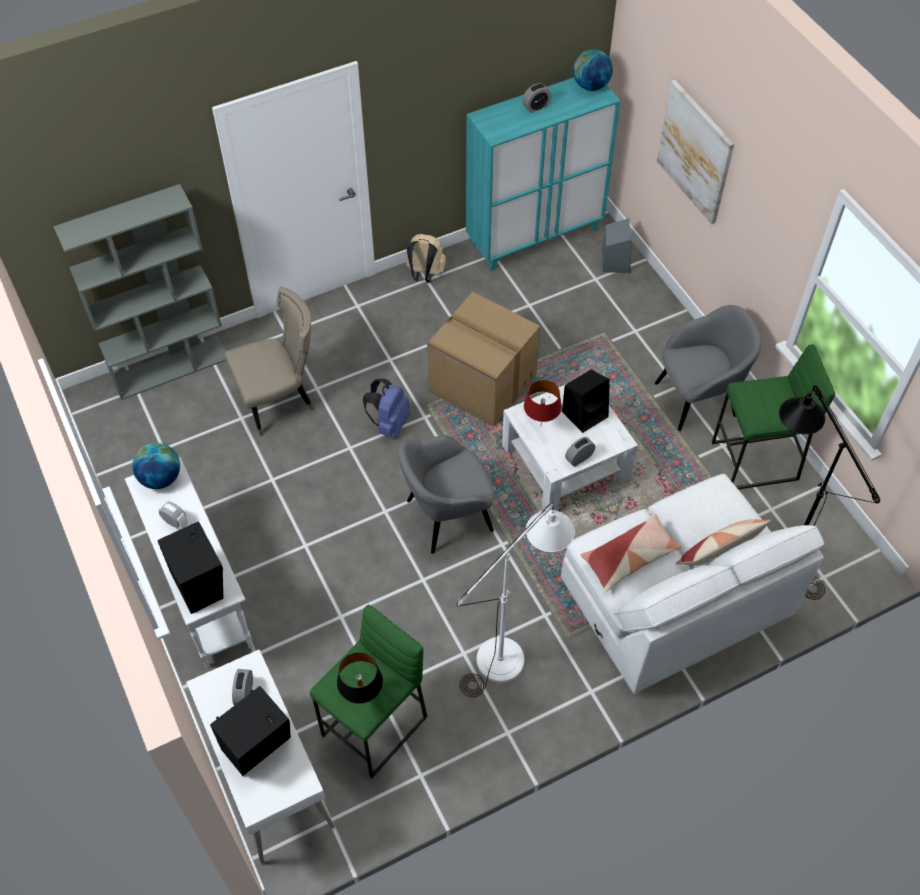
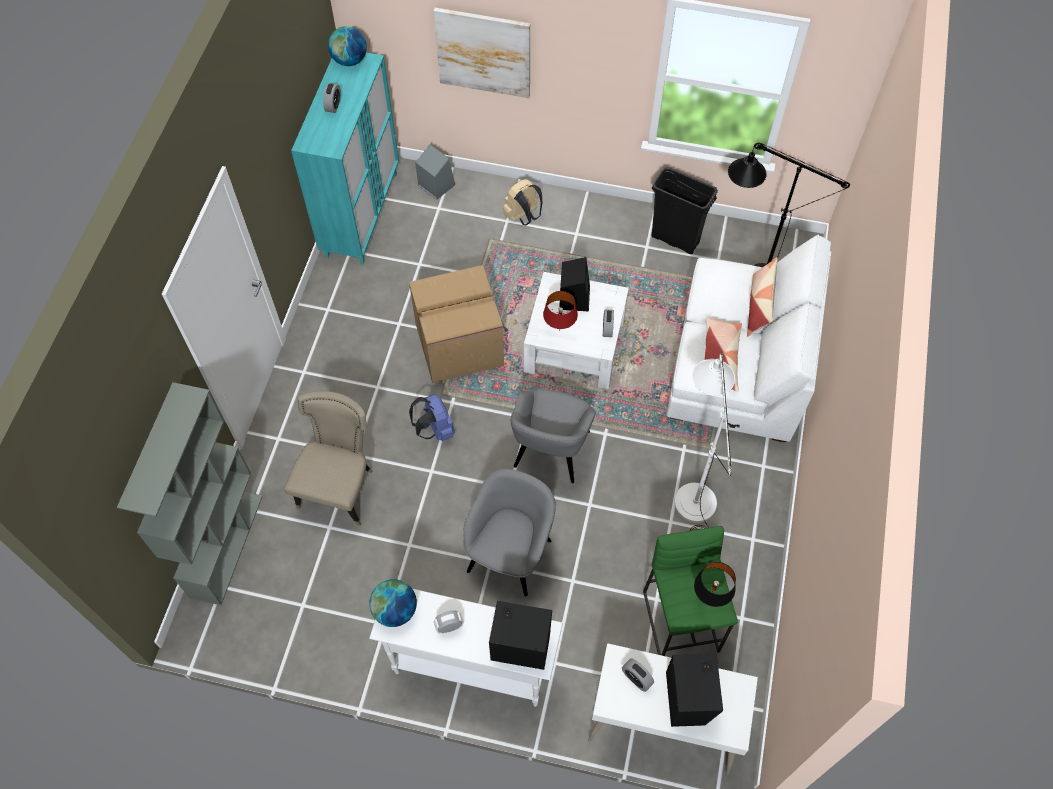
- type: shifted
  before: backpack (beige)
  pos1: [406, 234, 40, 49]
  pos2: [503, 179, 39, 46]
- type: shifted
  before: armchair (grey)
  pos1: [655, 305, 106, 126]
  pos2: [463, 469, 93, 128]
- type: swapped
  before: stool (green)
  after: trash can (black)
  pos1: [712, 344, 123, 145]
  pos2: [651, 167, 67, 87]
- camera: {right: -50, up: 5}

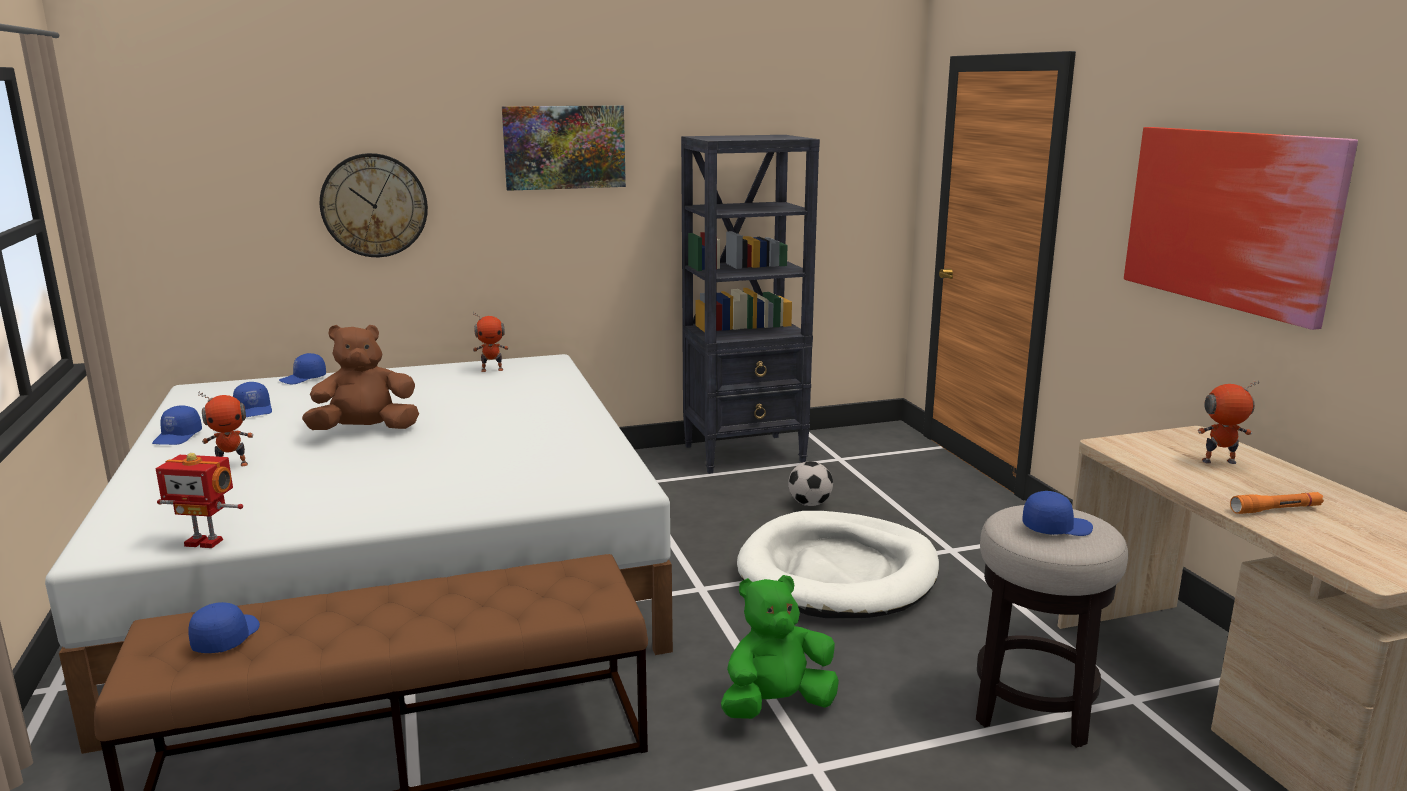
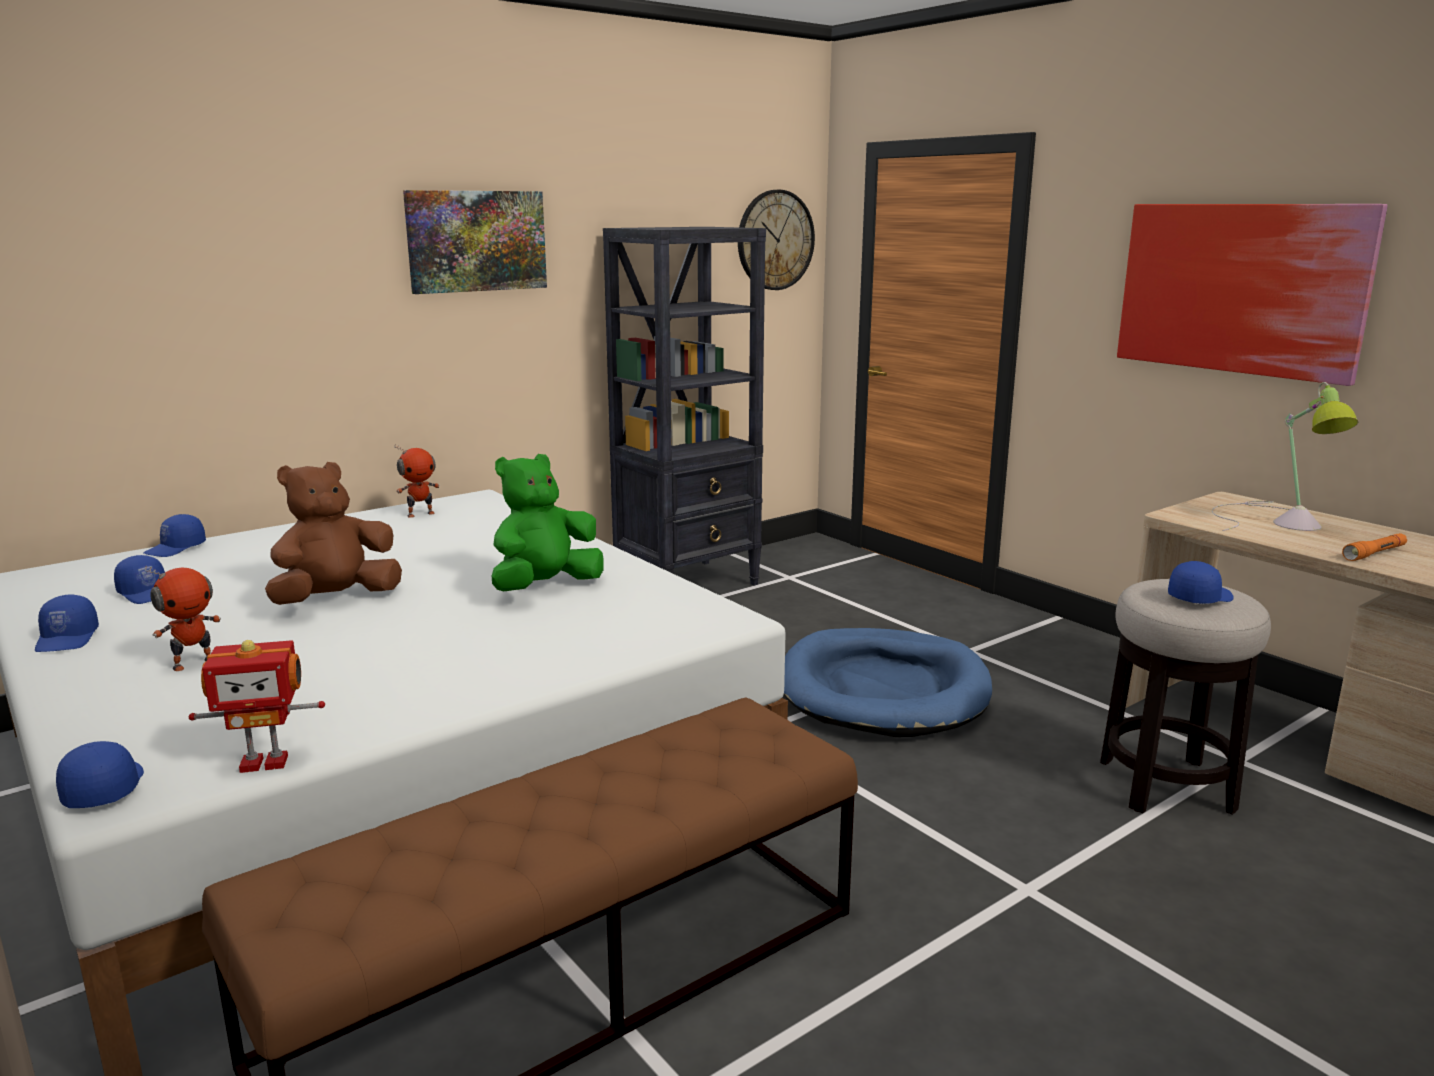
- type: shifted
  before: cap (blue)
  pos1: [188, 602, 72, 51]
  pos2: [56, 741, 88, 67]
- type: shifted
  before: wall clock
  pos1: [320, 153, 108, 104]
  pos2: [738, 190, 77, 100]
- type: shifted
  before: plush toy (green)
  pos1: [721, 575, 118, 144]
  pos2: [492, 454, 112, 137]
- type: repainted
  before: dog bed (white)
  after: dog bed (blue)
  pos1: [737, 511, 202, 107]
  pos2: [784, 628, 208, 109]
- type: gone
  before: football
  pos1: [788, 461, 45, 45]
- type: swapped
  before: toy robot
  after: table lamp
  pos1: [1198, 381, 61, 83]
  pos2: [1212, 382, 146, 149]
- camera: {right: -20, up: 0}

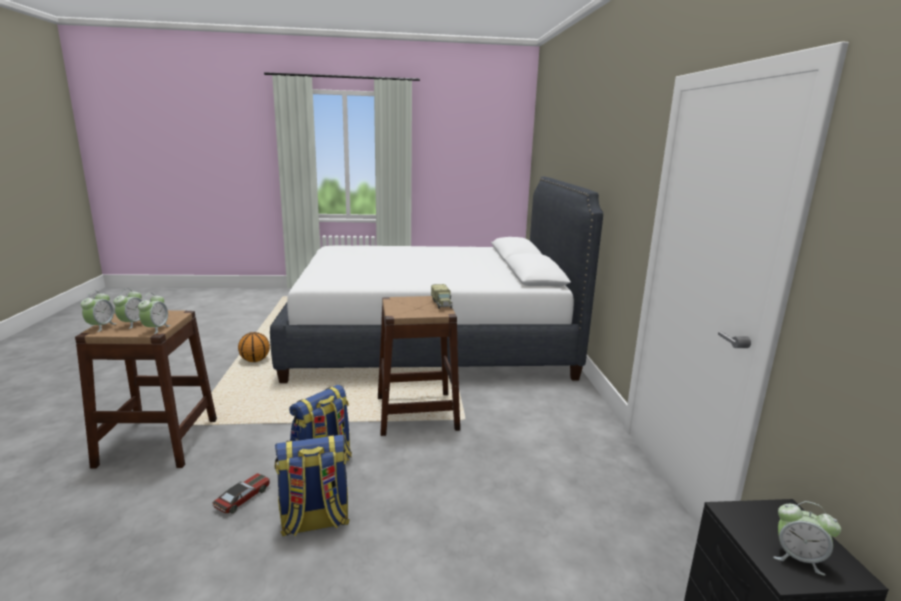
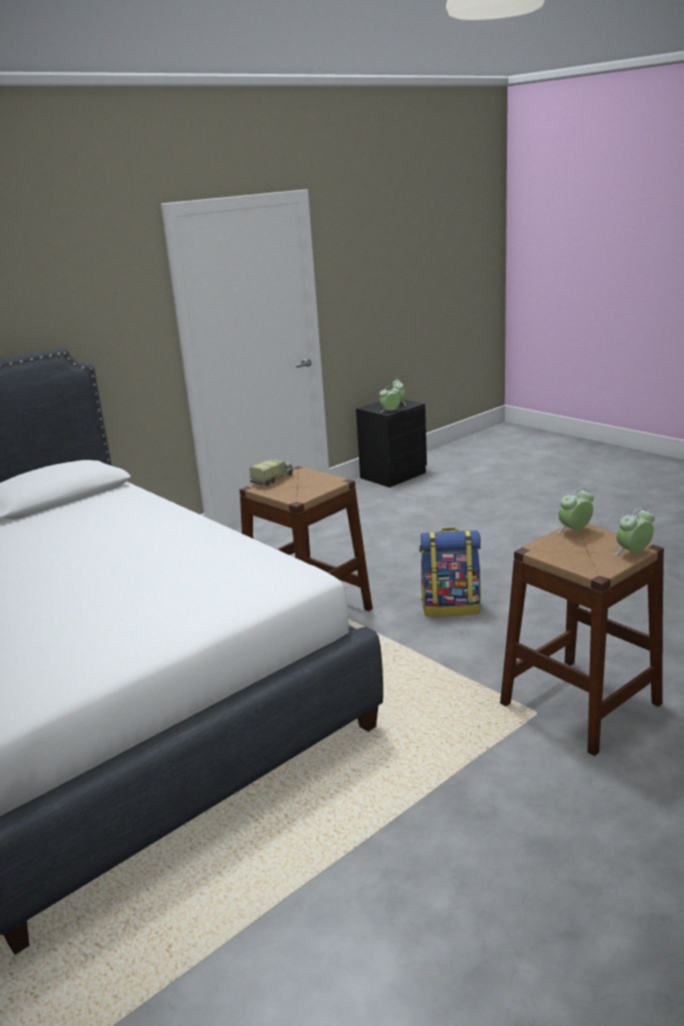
- type: shifted
  before: alarm clock
  pos1: [113, 288, 29, 41]
  pos2: [379, 385, 21, 27]
- type: gone
  before: toy car
  pos1: [212, 473, 58, 40]
- type: gone
  before: basketball
  pos1: [238, 332, 32, 30]
- type: gone
  before: backpack
  pos1: [275, 435, 75, 101]
- camera: {right: -125, up: 5}

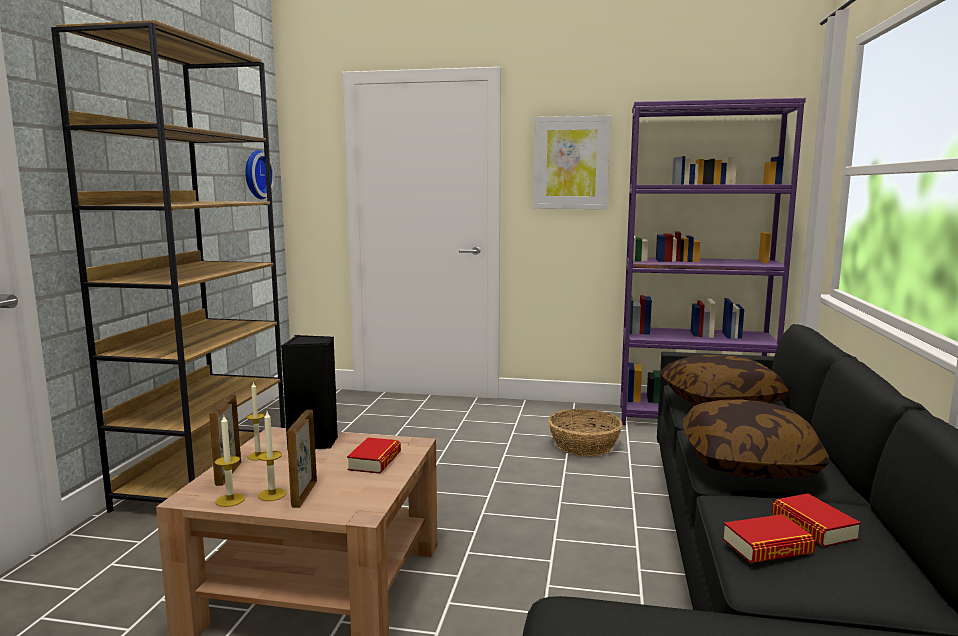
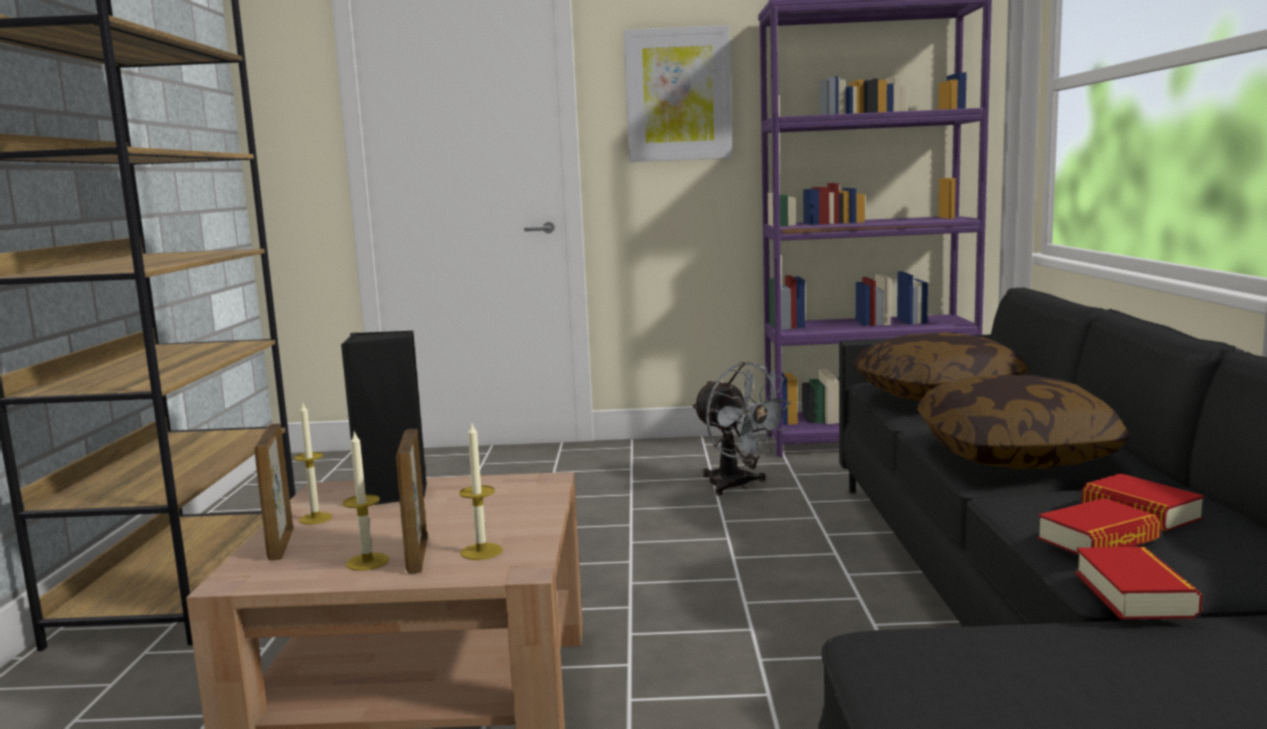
- type: shifted
  before: candle
  pos1: [215, 416, 30, 91]
  pos2: [459, 421, 44, 139]
- type: gone
  before: wall clock
  pos1: [245, 150, 30, 49]
- type: shifted
  before: book
  pos1: [347, 438, 54, 36]
  pos2: [1075, 547, 128, 73]
- type: swapped
  before: basket
  after: fan (grey)
  pos1: [548, 409, 74, 48]
  pos2: [692, 362, 99, 134]
- camera: {right: -10, up: 0}

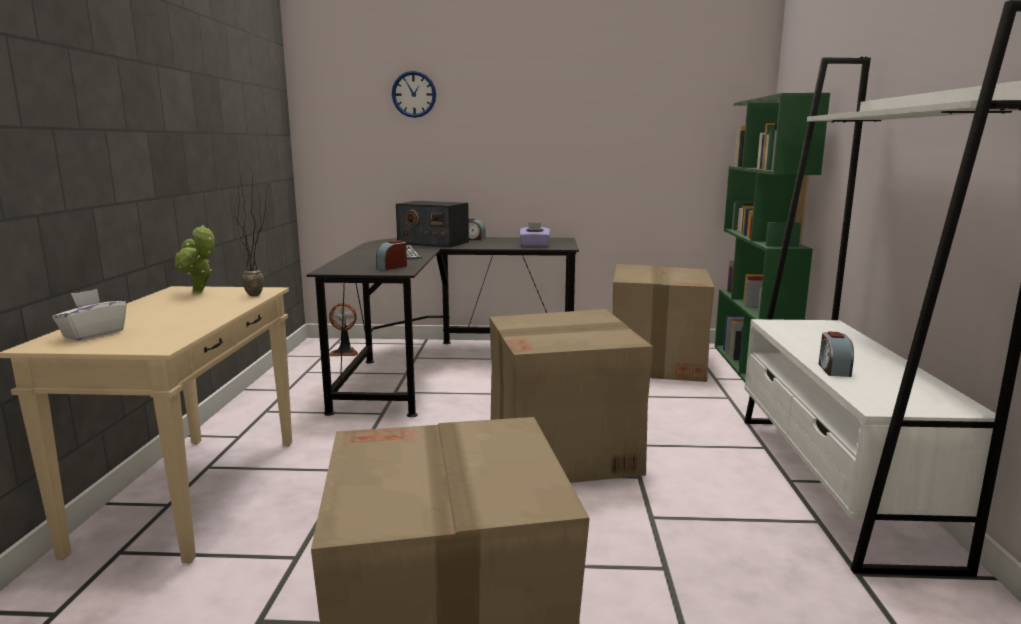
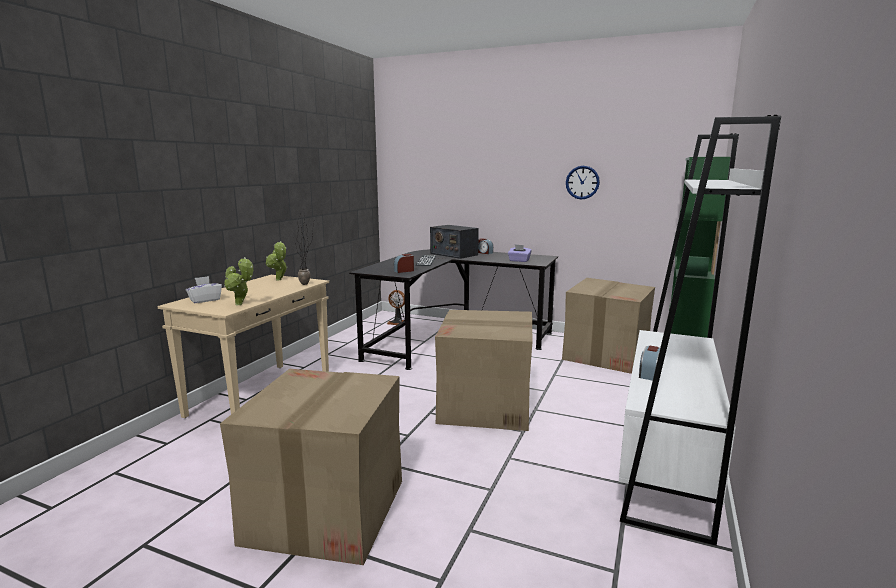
- type: shifted
  before: wall clock
  pos1: [392, 71, 44, 47]
  pos2: [566, 166, 34, 34]
- type: new
  after: potted plant
  pos2: [224, 257, 29, 48]
- camera: {right: 20, up: 0}

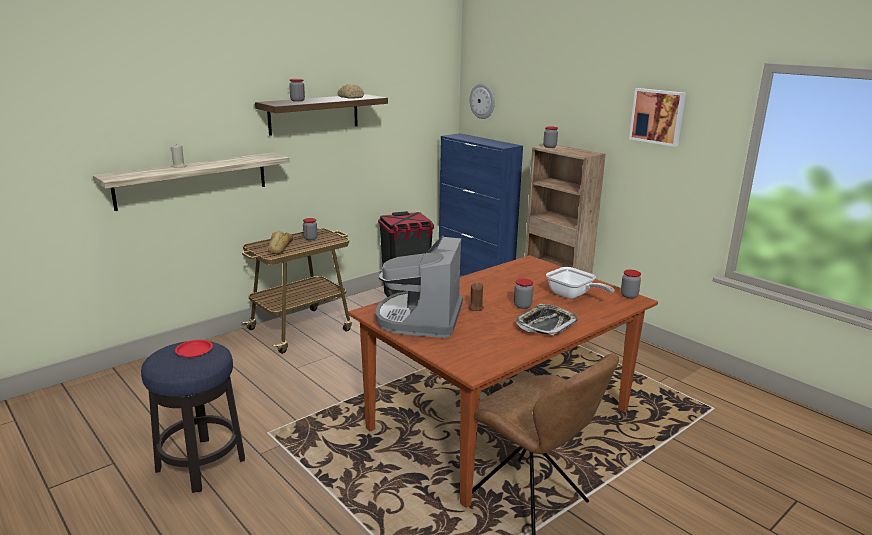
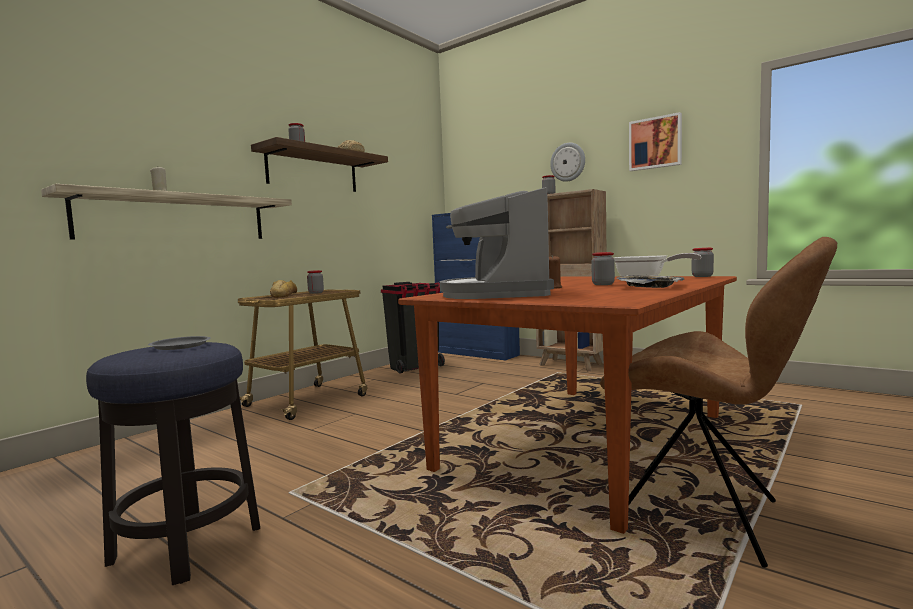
- type: repainted
  before: plate (red)
  after: plate (grey)
  pos1: [175, 340, 38, 17]
  pos2: [148, 336, 63, 14]
- type: shifted
  before: wall clock
  pos1: [470, 83, 25, 36]
  pos2: [550, 143, 35, 39]
- camera: {right: -10, up: -15}

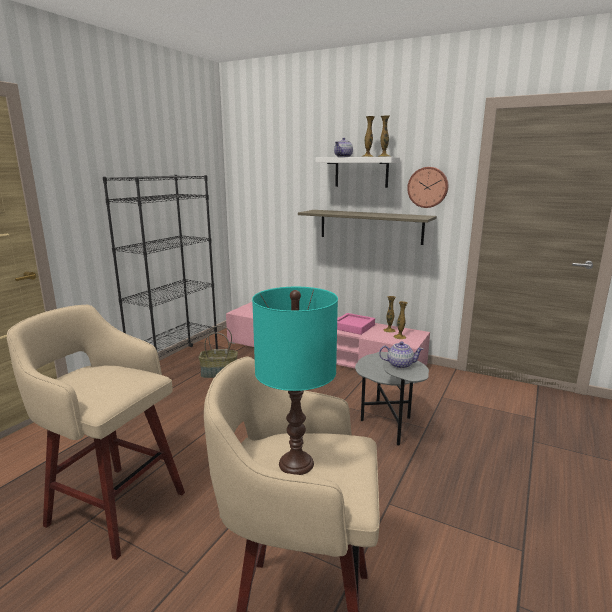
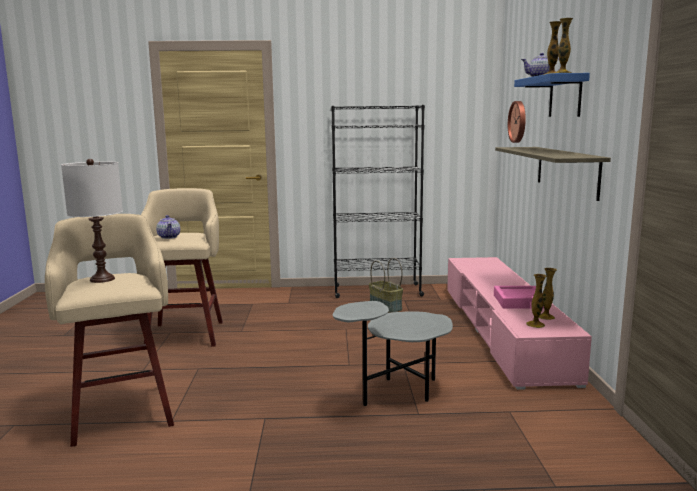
- type: repainted
  before: table lamp (turquoise)
  after: table lamp (white)
  pos1: [252, 287, 86, 188]
  pos2: [61, 159, 62, 124]
- type: repainted
  before: shelf (white)
  after: shelf (blue)
  pos1: [315, 157, 85, 31]
  pos2: [514, 73, 76, 44]
- type: shifted
  before: teapot
  pos1: [379, 341, 44, 28]
  pos2: [156, 215, 24, 24]
- type: shifted
  before: wall clock
  pos1: [407, 167, 41, 41]
  pos2: [508, 101, 18, 42]
- camera: {right: 60, up: -5}

